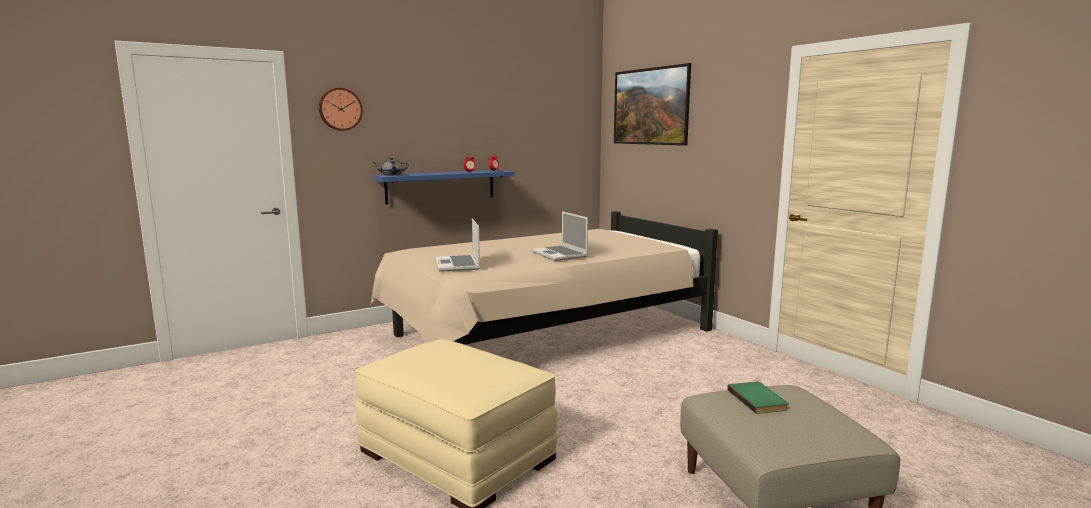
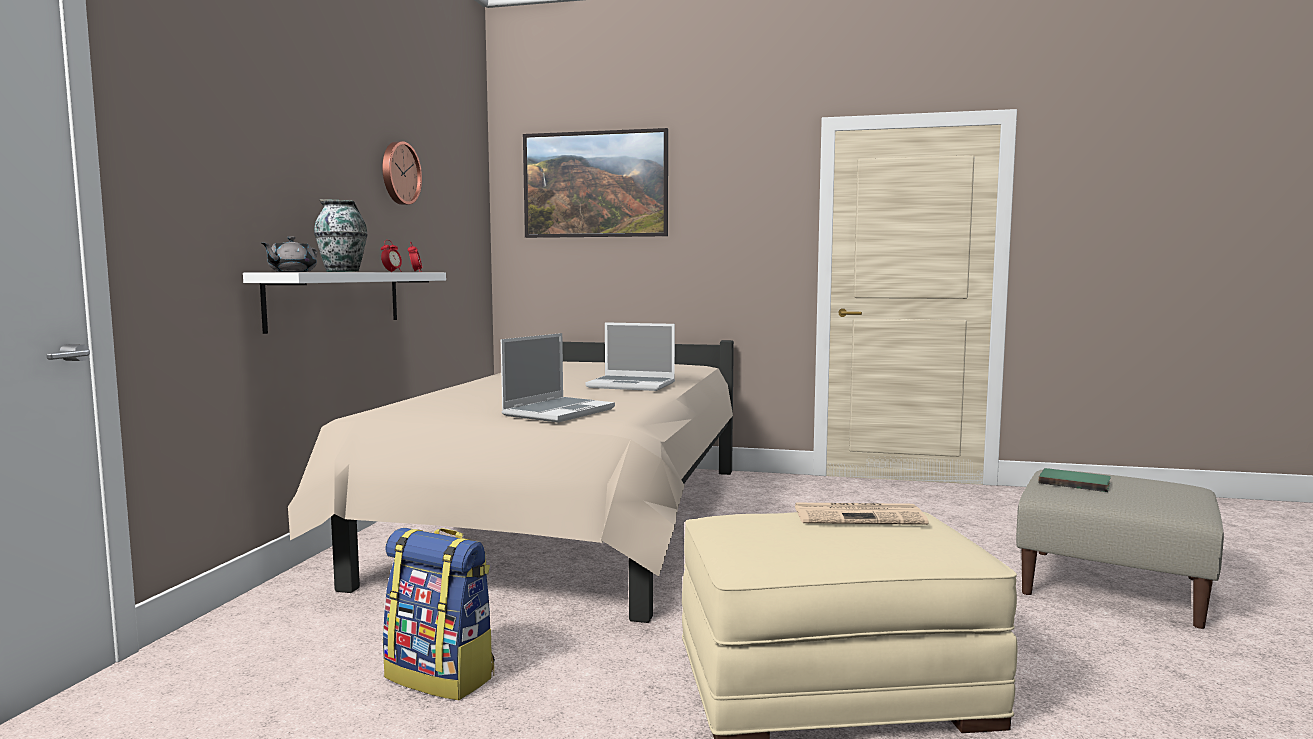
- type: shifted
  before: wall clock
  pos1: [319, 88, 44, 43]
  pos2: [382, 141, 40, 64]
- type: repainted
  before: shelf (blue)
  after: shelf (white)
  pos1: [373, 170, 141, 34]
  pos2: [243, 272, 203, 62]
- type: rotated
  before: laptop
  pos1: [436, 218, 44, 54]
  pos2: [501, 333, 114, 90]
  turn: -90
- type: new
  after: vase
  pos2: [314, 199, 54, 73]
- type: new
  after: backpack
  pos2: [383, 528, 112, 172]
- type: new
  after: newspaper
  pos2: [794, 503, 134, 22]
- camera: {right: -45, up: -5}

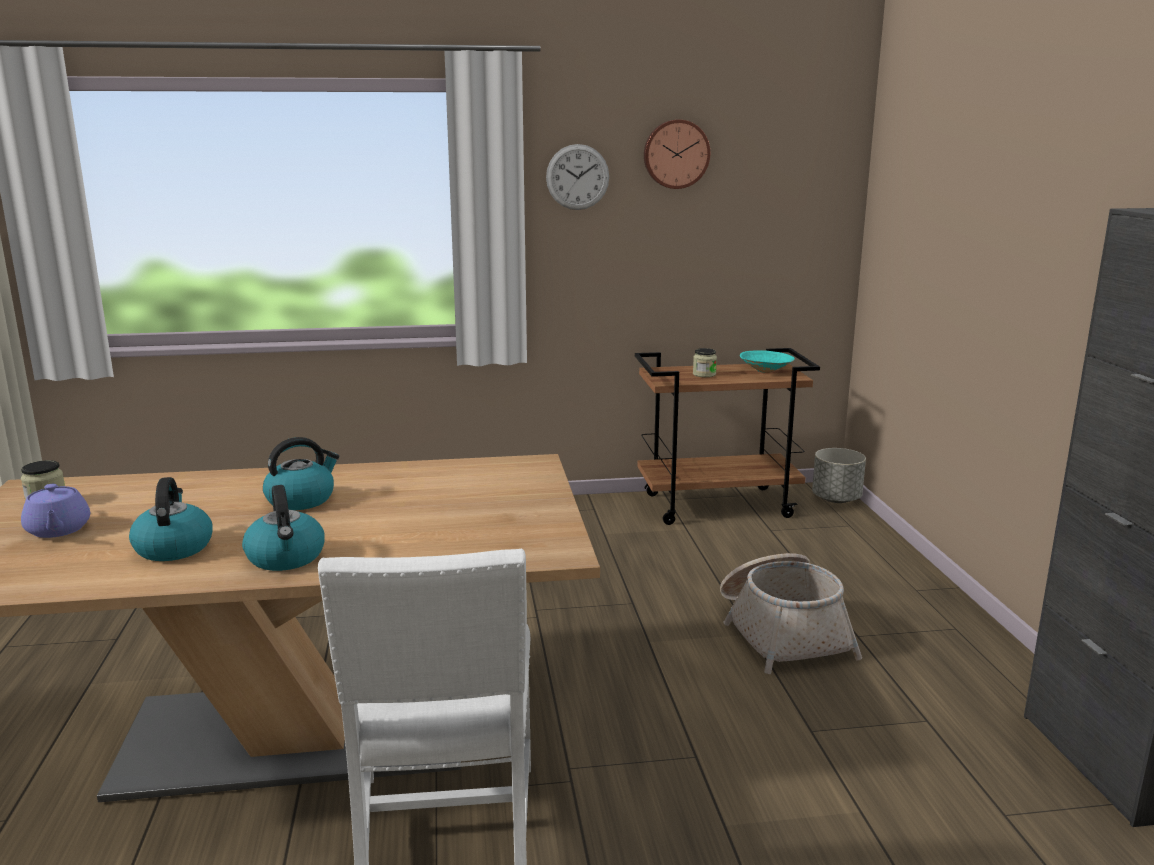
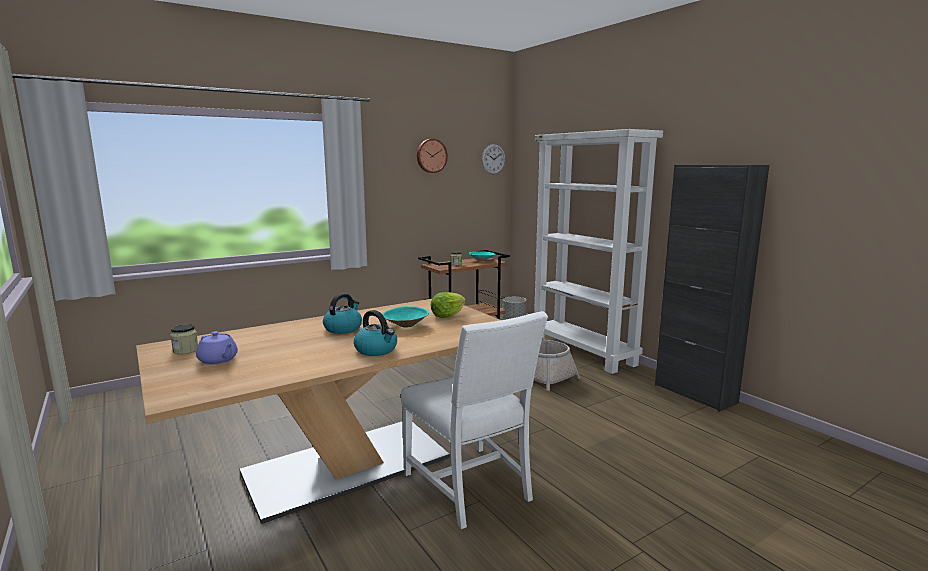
- type: gone
  before: kettle
  pos1: [129, 477, 84, 84]
- type: shifted
  before: wall clock
  pos1: [546, 144, 63, 66]
  pos2: [482, 144, 24, 30]
- type: new
  after: bowl (turquoise)
  pos2: [382, 306, 47, 22]
- type: new
  after: lettuce
  pos2: [430, 292, 36, 26]
- type: new
  after: bookcase (white)
  pos2: [534, 129, 129, 245]
- camera: {right: -25, up: -5}

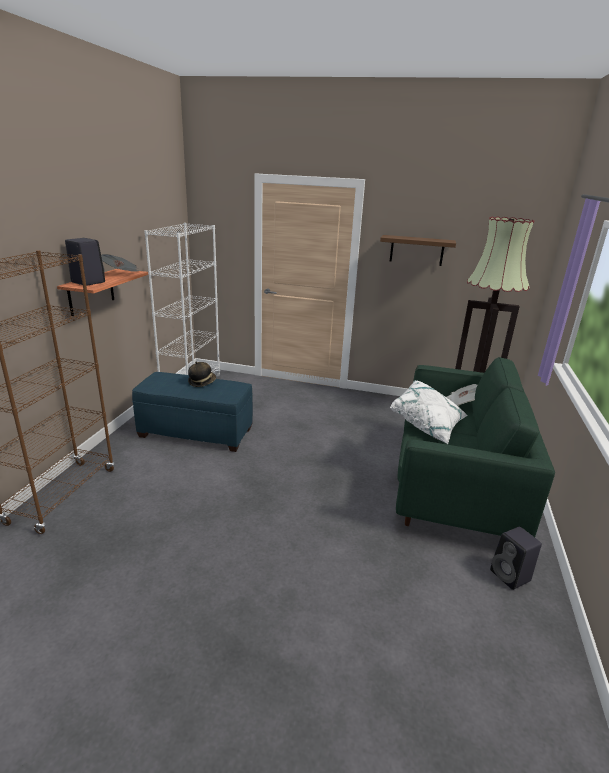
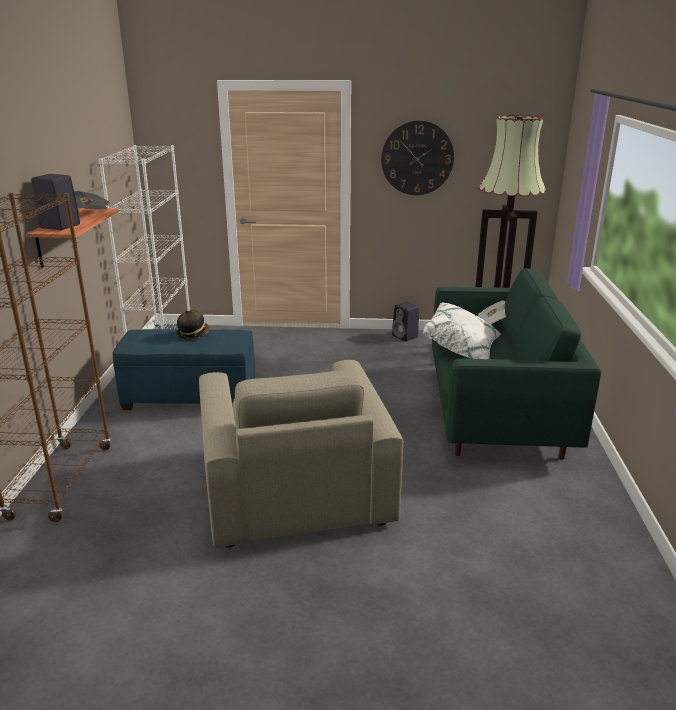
- type: swapped
  before: shelf (brown)
  after: wall clock
  pos1: [380, 235, 76, 31]
  pos2: [381, 121, 73, 74]
- type: shifted
  before: speaker (black)
  pos1: [490, 527, 52, 63]
  pos2: [392, 302, 27, 39]
- type: new
  after: armchair (beige)
  pos2: [199, 360, 204, 188]
- camera: {right: -10, up: 0}

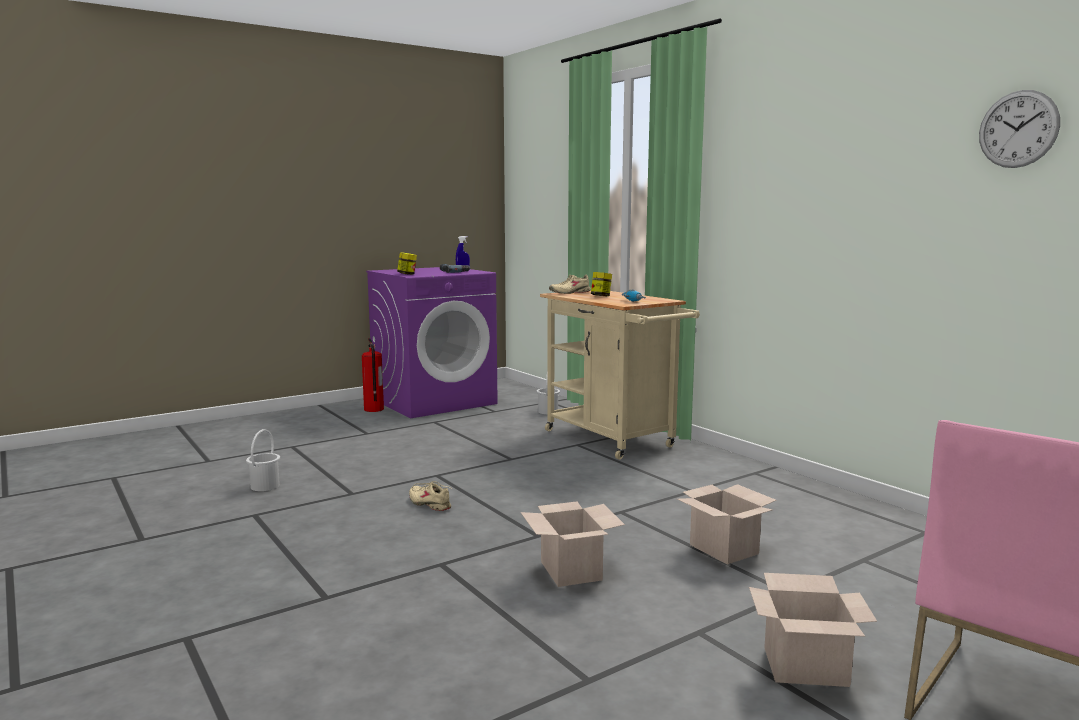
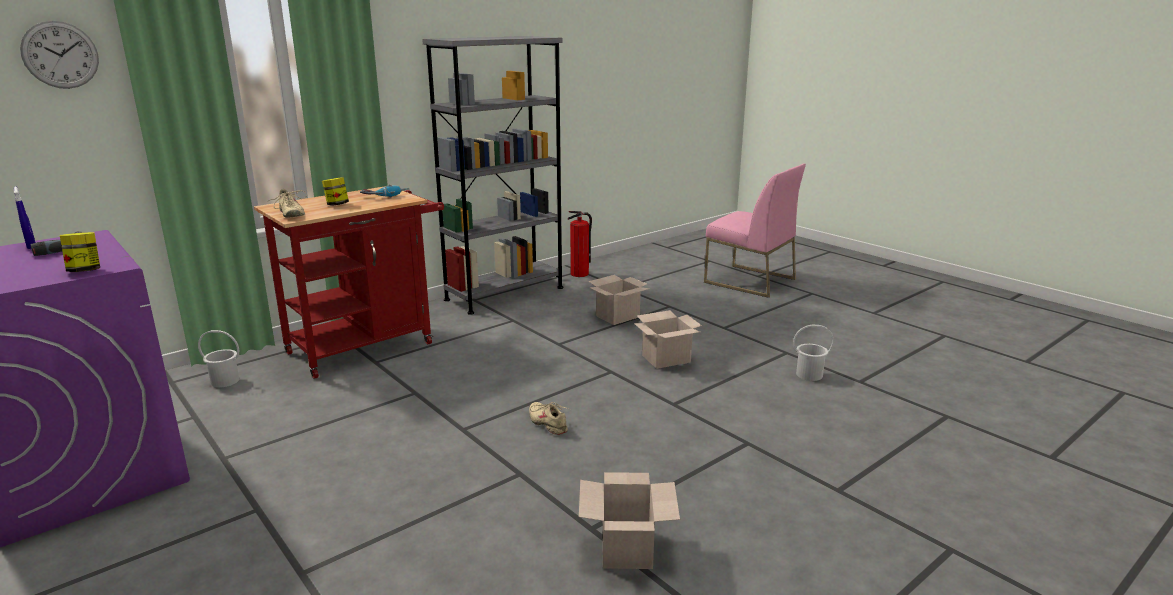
- type: shifted
  before: bucket (white)
  pos1: [246, 429, 34, 62]
  pos2: [793, 325, 41, 56]
- type: shifted
  before: fire extinguisher
  pos1: [362, 338, 22, 74]
  pos2: [568, 211, 24, 66]
- type: rotated
  before: shoe (beige)
  pos1: [409, 481, 42, 30]
  pos2: [529, 402, 41, 33]
  turn: 105
- type: repainted
  before: cart (beige)
  after: cart (red)
  pos1: [540, 290, 160, 170]
  pos2: [254, 186, 190, 193]
- type: shifted
  before: cardboard box
  pos1: [749, 573, 128, 114]
  pos2: [579, 472, 101, 97]
- type: shifted
  before: wall clock
  pos1: [979, 90, 81, 78]
  pos2: [20, 21, 79, 68]
- type: new
  after: bookcase (grey)
  pos2: [422, 36, 141, 279]
- camera: {right: -95, up: 10}

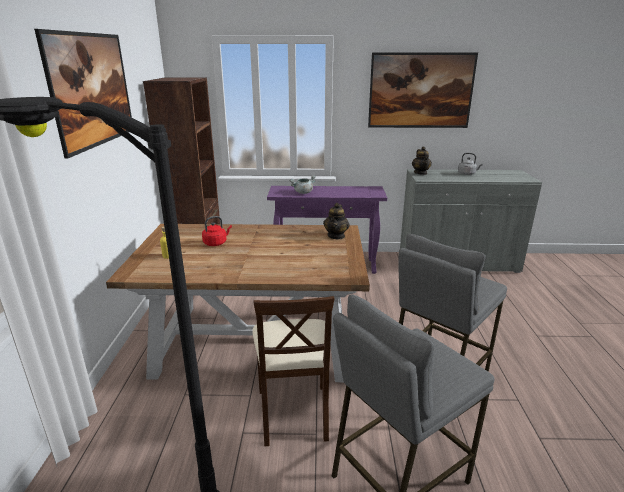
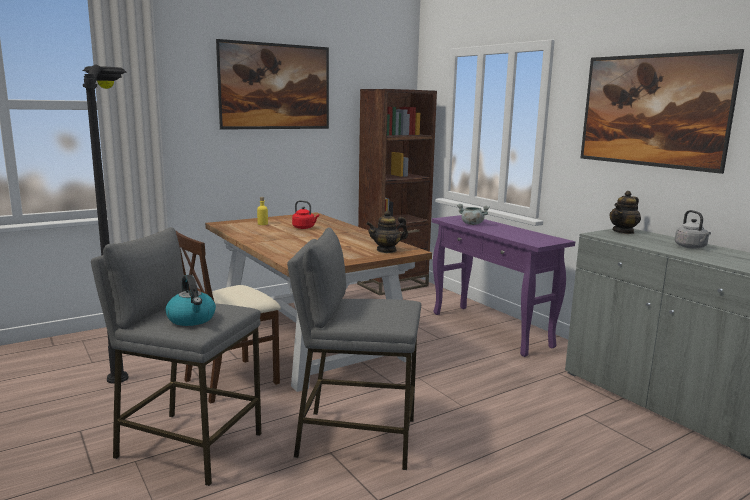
- type: new
  after: kettle
  pos2: [165, 275, 51, 51]
- camera: {right: 55, up: -10}

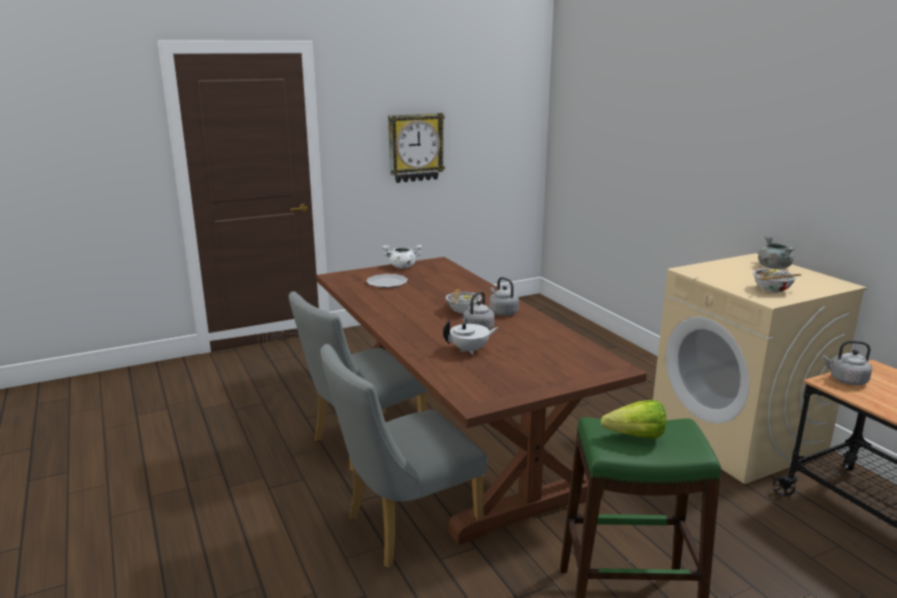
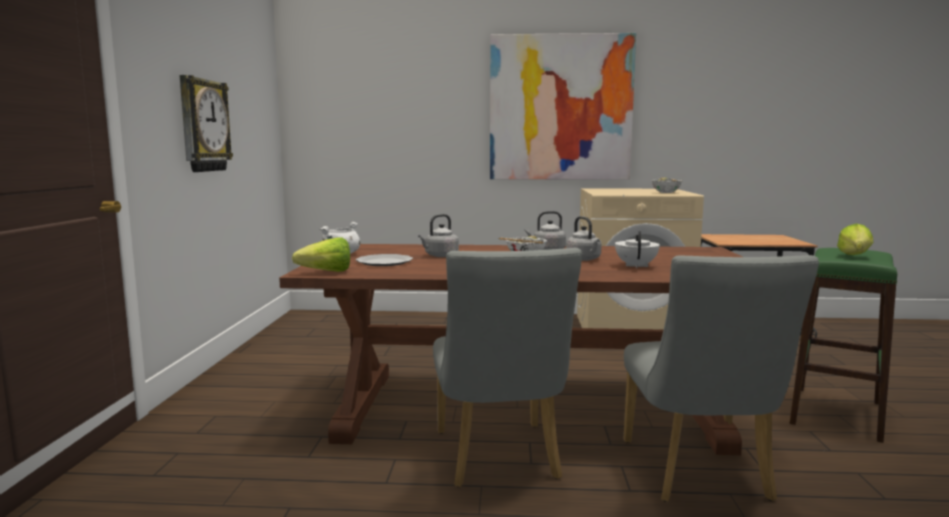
- type: gone
  before: cooking pot (grey)
  pos1: [758, 236, 37, 33]
- type: shifted
  before: kettle (grey)
  pos1: [822, 340, 50, 45]
  pos2: [418, 214, 41, 43]
- type: new
  after: lettuce
  pos2: [292, 237, 58, 35]
- type: new
  after: picture
  pos2: [490, 33, 146, 147]
- camera: {right: -60, up: -10}

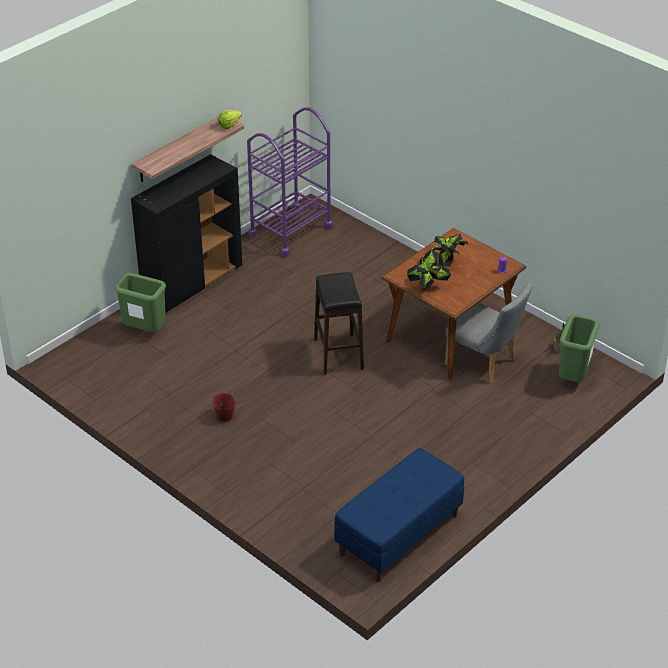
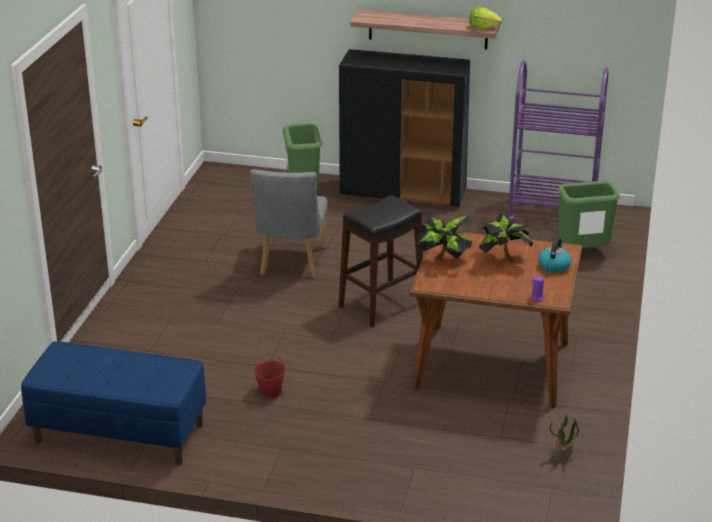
- type: shifted
  before: bucket (red)
  pos1: [212, 389, 24, 33]
  pos2: [254, 353, 32, 45]
- type: shifted
  before: chair (grey)
  pos1: [445, 282, 87, 102]
  pos2: [250, 169, 78, 109]
- type: shifted
  before: trash can (green)
  pos1: [559, 315, 41, 67]
  pos2: [558, 181, 62, 67]
- type: new
  after: kettle
  pos2: [538, 237, 34, 36]
- camera: {right: 60, up: -10}

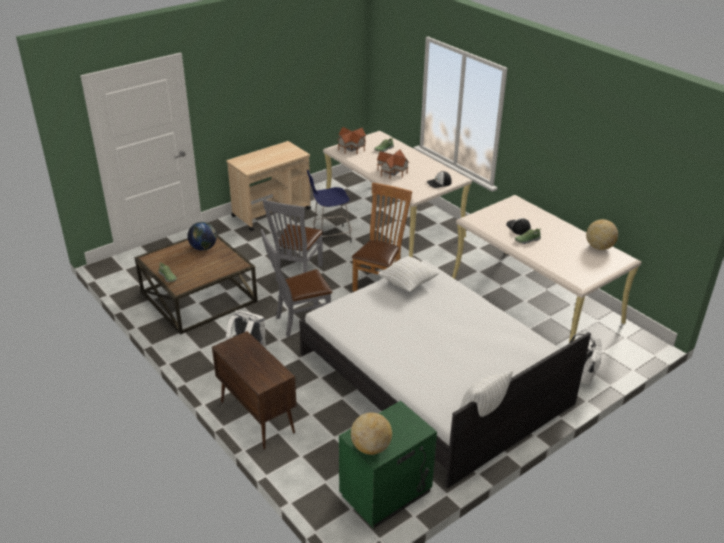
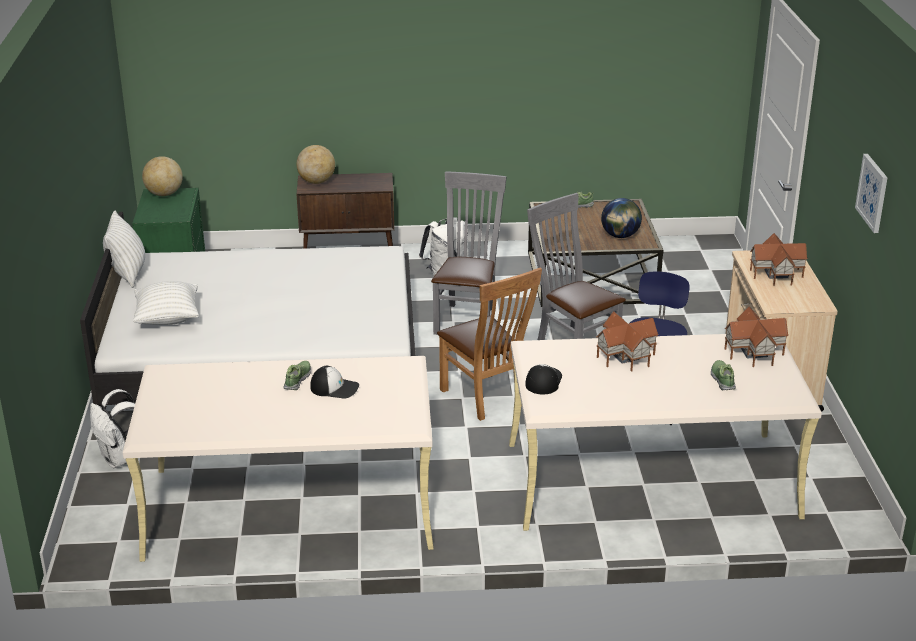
- type: shifted
  before: pillow (white)
  pos1: [378, 256, 61, 36]
  pos2: [133, 281, 66, 44]
- type: shifted
  before: globe
  pos1: [586, 219, 32, 31]
  pos2: [296, 145, 39, 39]
- type: new
  after: toy house
  pos2: [750, 233, 58, 53]
- type: new
  after: picture
  pos2: [855, 154, 32, 79]
- camera: {right: 125, up: -5}

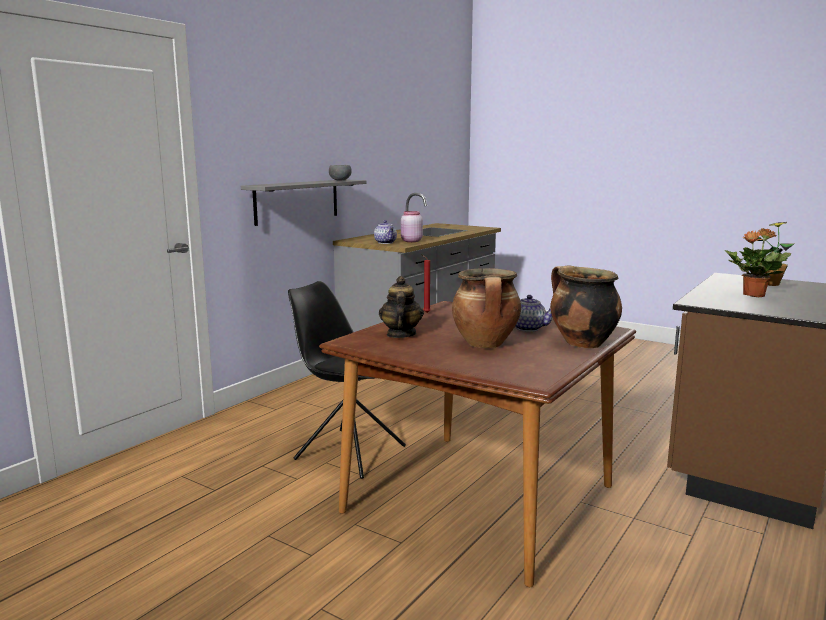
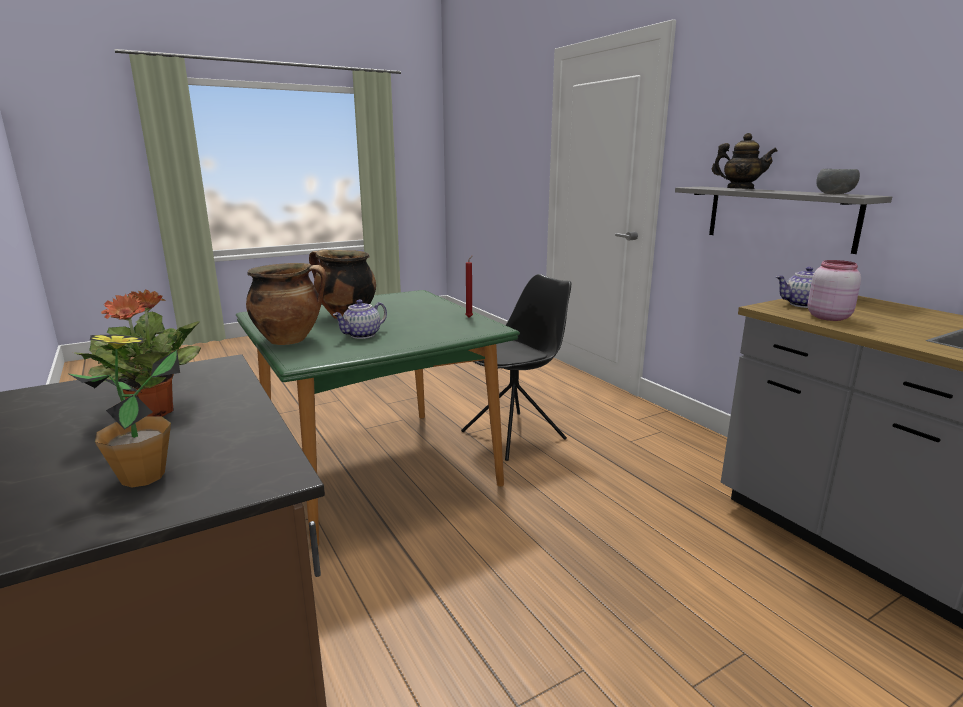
- type: repainted
  before: dining table (brown)
  after: dining table (green)
  pos1: [319, 301, 317, 286]
  pos2: [236, 290, 284, 256]
- type: shifted
  before: teapot
  pos1: [379, 276, 45, 62]
  pos2: [712, 133, 66, 56]
- camera: {right: 115, up: 5}

